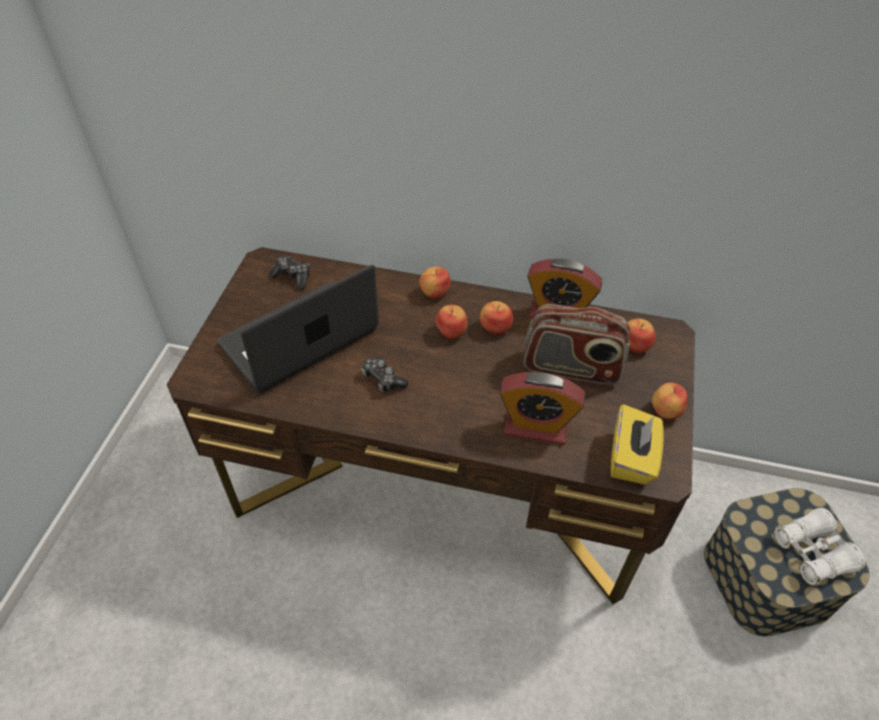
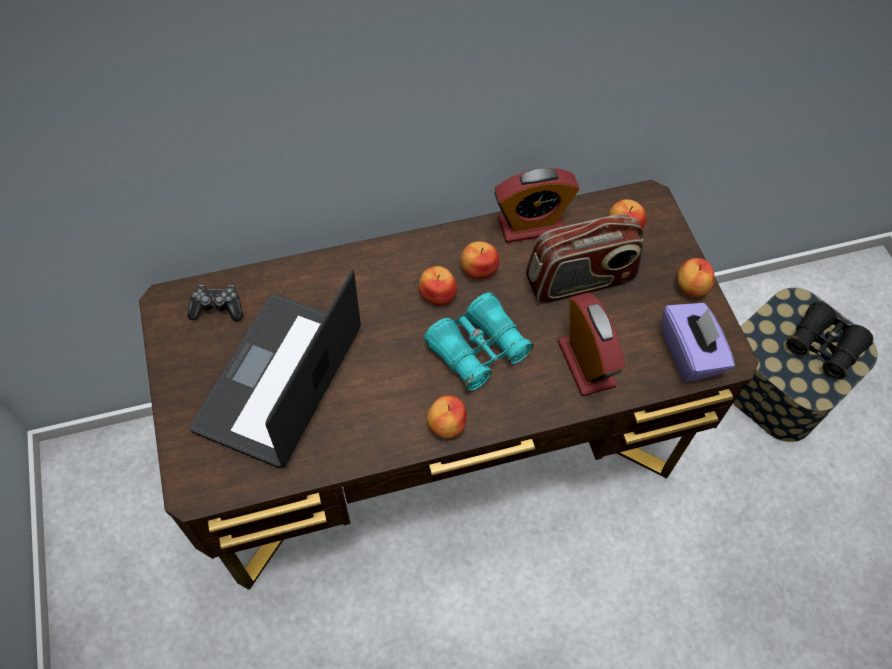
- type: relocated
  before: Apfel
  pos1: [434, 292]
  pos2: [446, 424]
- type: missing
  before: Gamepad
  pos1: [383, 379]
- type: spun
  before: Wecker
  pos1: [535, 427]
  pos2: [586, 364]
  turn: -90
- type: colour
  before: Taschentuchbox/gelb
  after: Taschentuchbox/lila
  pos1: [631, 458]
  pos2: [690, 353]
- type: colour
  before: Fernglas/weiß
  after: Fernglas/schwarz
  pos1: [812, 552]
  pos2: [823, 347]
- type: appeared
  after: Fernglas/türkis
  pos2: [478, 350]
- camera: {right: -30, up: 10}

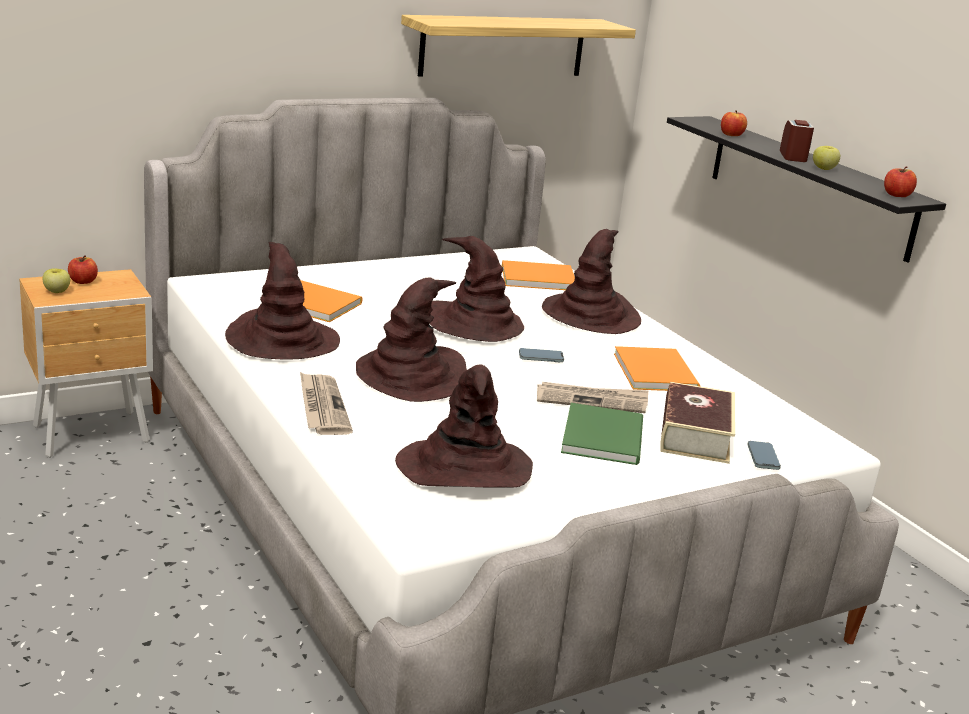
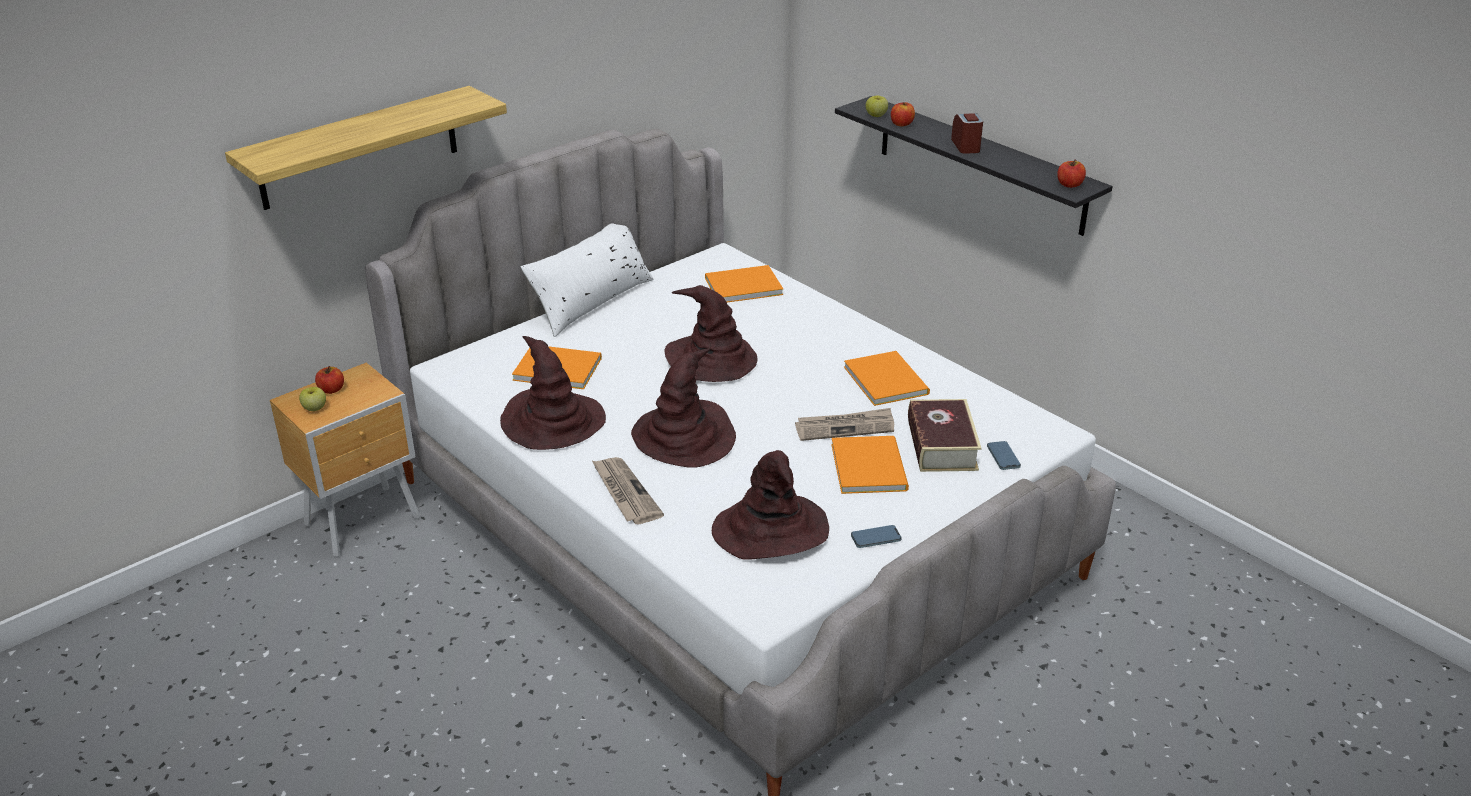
- type: relocated
  before: Wandregal
  pos1: [503, 46]
  pos2: [359, 148]
- type: relocated
  before: Apfel
  pos1: [824, 169]
  pos2: [876, 115]
- type: missing
  before: Hut/braun
  pos1: [591, 315]
- type: relocated
  before: Handy
  pos1: [541, 357]
  pos2: [875, 538]
- type: colour
  before: Buch/grün
  after: Buch/orange
  pos1: [605, 436]
  pos2: [870, 465]
- type: appeared
  after: Kissen/weiß
  pos2: [592, 302]
- camera: {right: -10, up: 10}

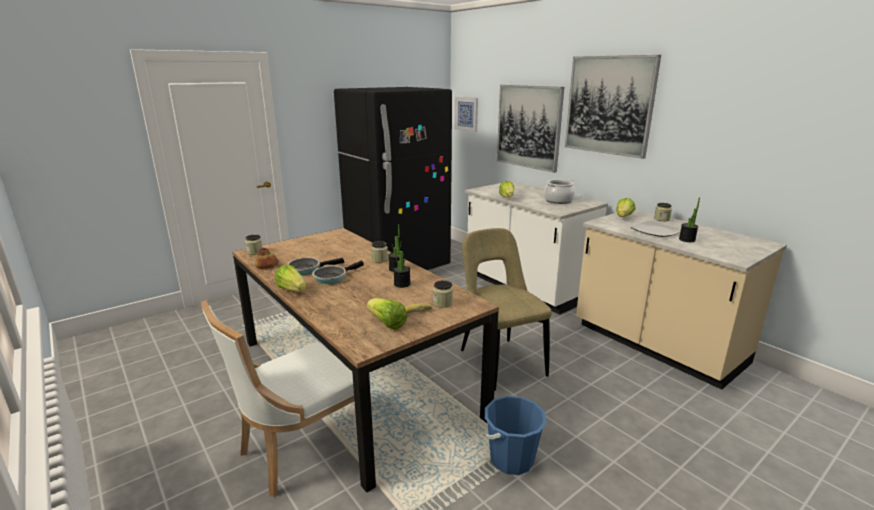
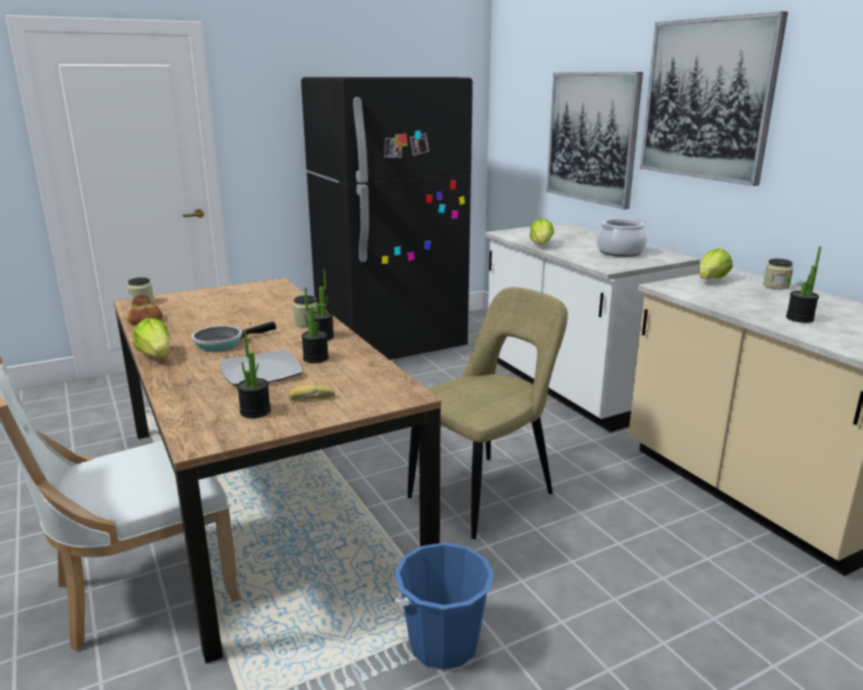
- type: missing
  before: Bild
  pos1: [466, 113]
- type: relocated
  before: Teller
  pos1: [655, 231]
  pos2: [260, 372]
- type: spun
  before: Stuhl/beige
  pos1: [500, 361]
  pos2: [486, 493]
  turn: 60
- type: missing
  before: Pfanne
  pos1: [307, 269]
- type: missing
  before: Vorratsglas
  pos1: [442, 303]
- type: exchanged
  before: Salatkopf
  after: Topfpflanze
  pos1: [387, 324]
  pos2: [255, 411]
- camera: {right: 10, up: 0}

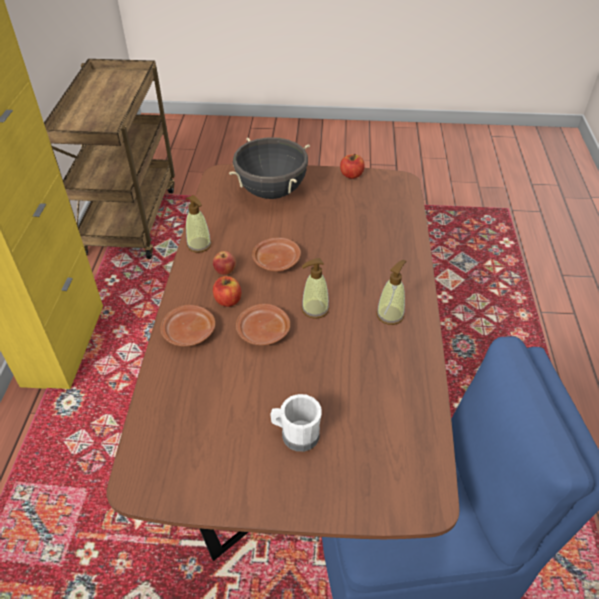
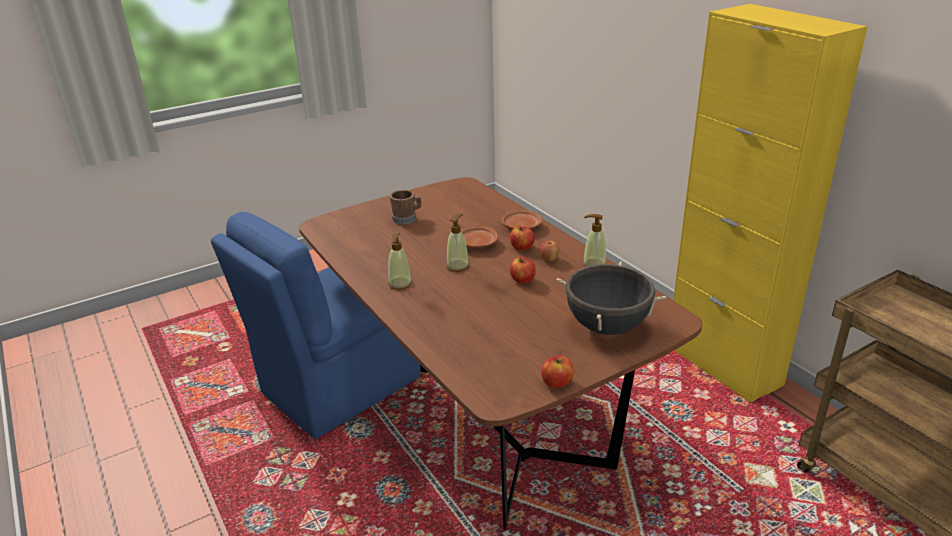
- type: exchanged
  before: Teller/braun
  after: Apfel
  pos1: [276, 260]
  pos2: [522, 280]
- type: colour
  before: Henkelbecher/weiß
  after: Henkelbecher/braun
  pos1: [296, 434]
  pos2: [407, 218]
- camera: {right: 145, up: -15}

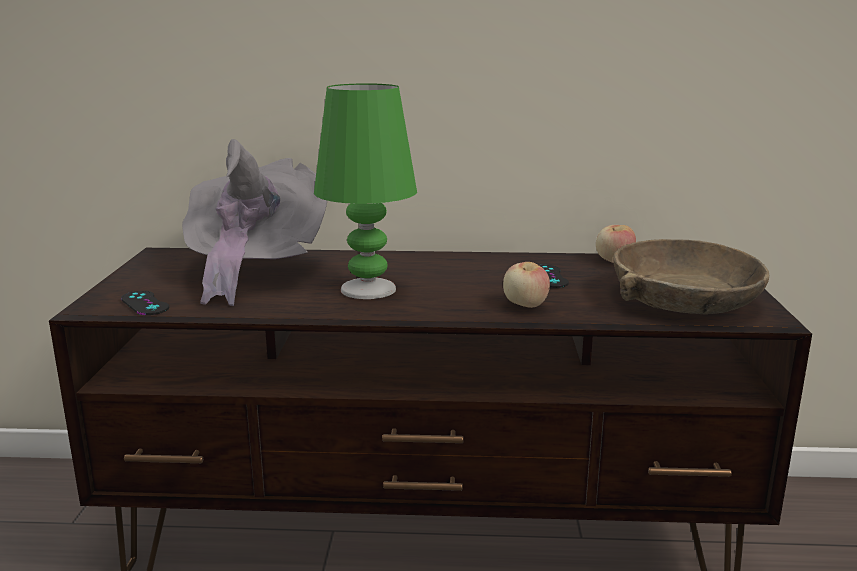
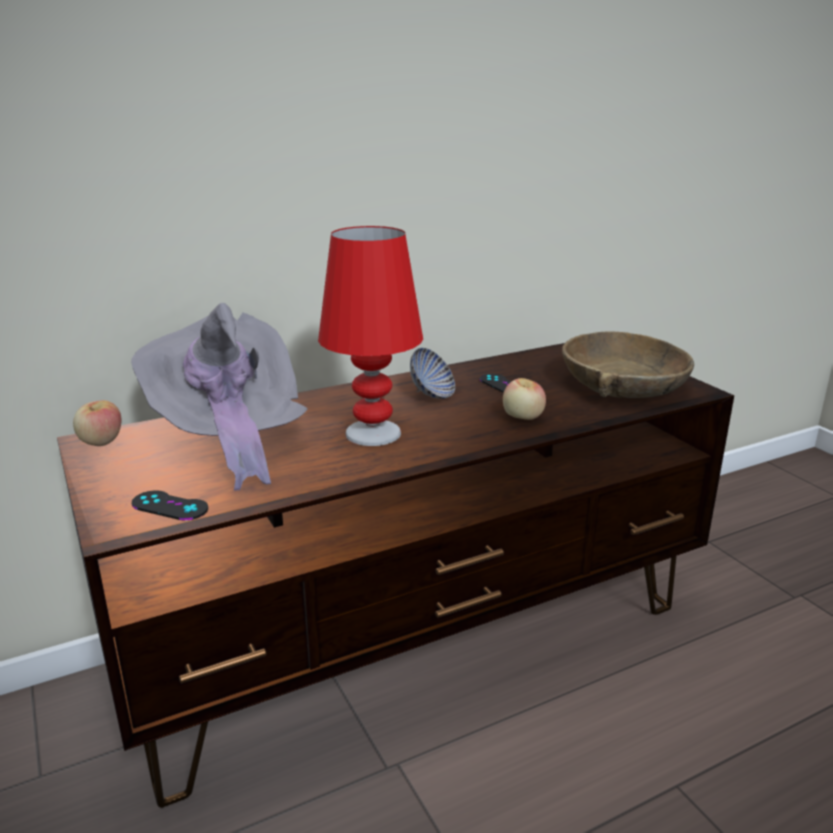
- type: colour
  before: Tischlampe/grün
  after: Tischlampe/rot
  pos1: [368, 289]
  pos2: [373, 433]
- type: relocated
  before: Apfel
  pos1: [614, 261]
  pos2: [101, 442]
- type: appeared
  after: Schüssel
  pos2: [432, 394]
- camera: {right: -30, up: 5}

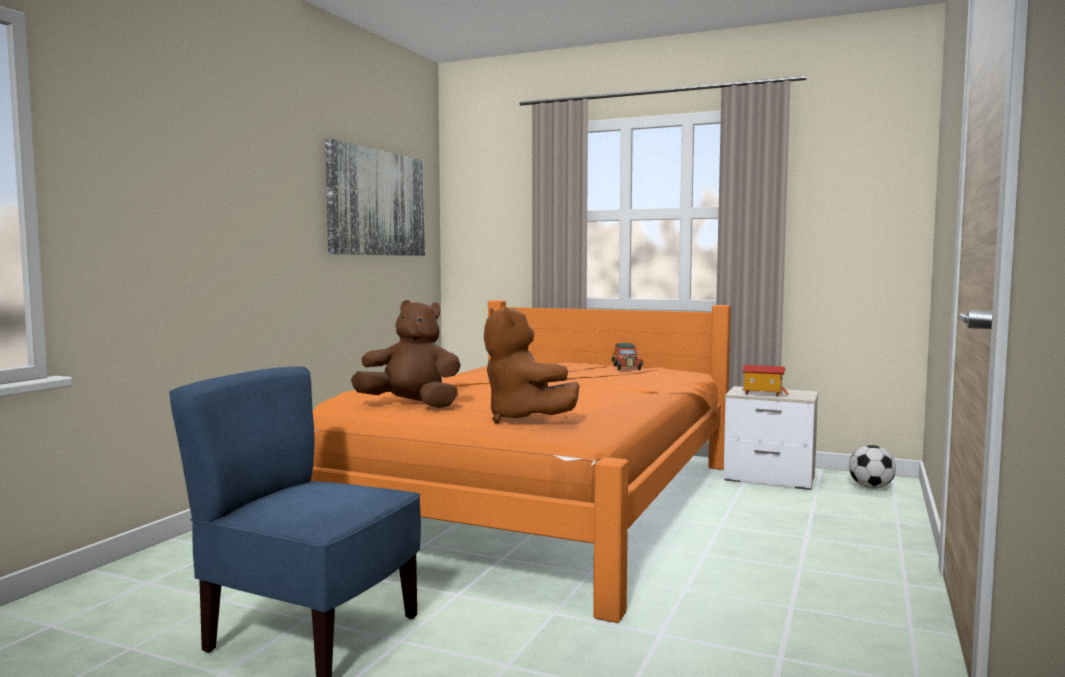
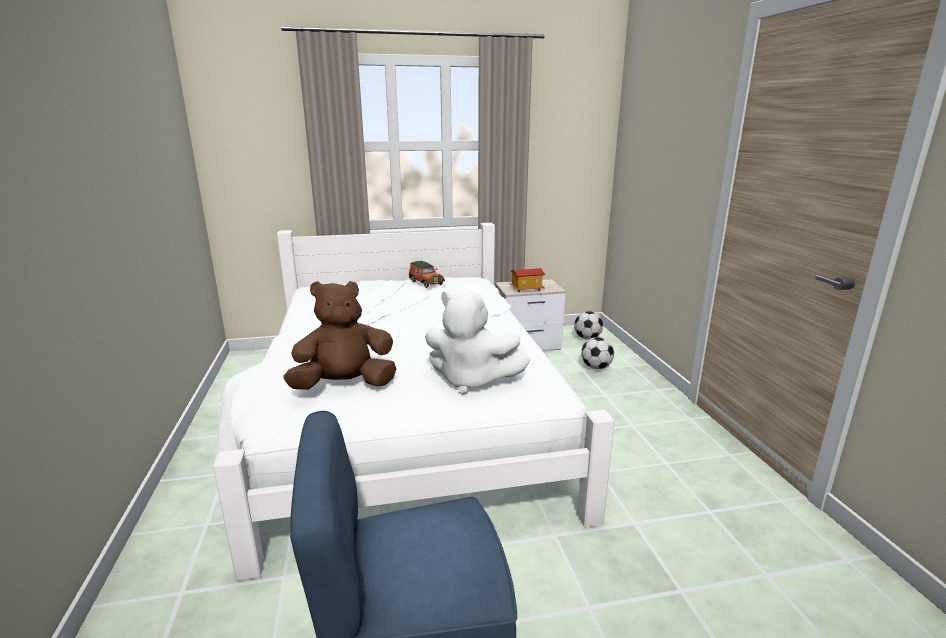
- type: missing
  before: Bild
  pos1: [377, 203]
- type: colour
  before: Bett/orange
  after: Bett/weiß
  pos1: [531, 503]
  pos2: [406, 419]
- type: colour
  before: Plüschtier/braun
  after: Plüschtier/weiß
  pos1: [523, 419]
  pos2: [472, 380]
- type: appeared
  after: Fußball
  pos2: [596, 367]
- camera: {right: -35, up: 15}

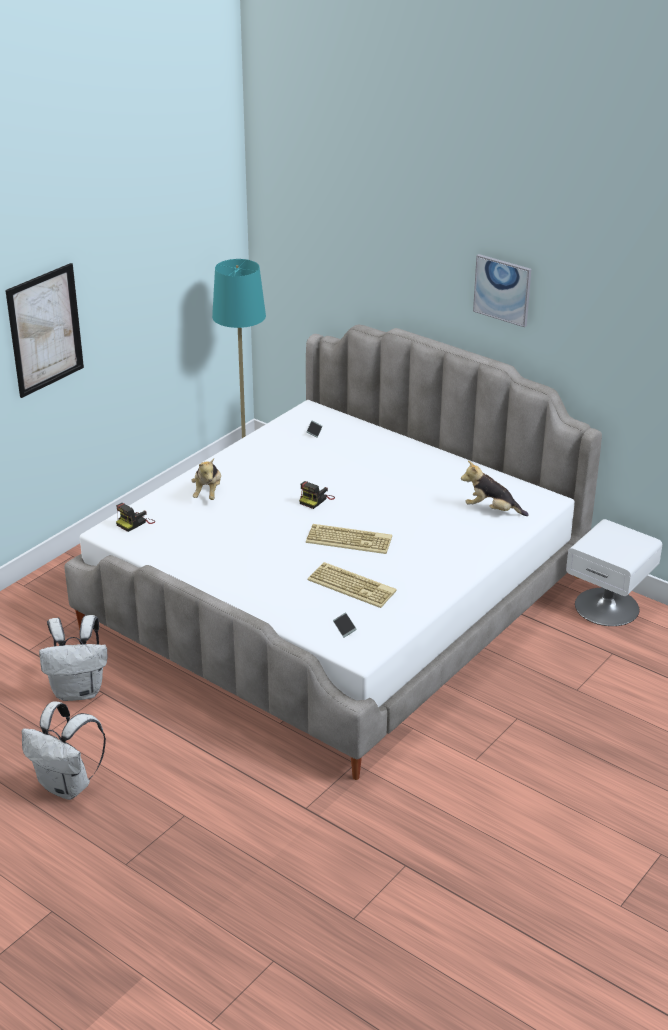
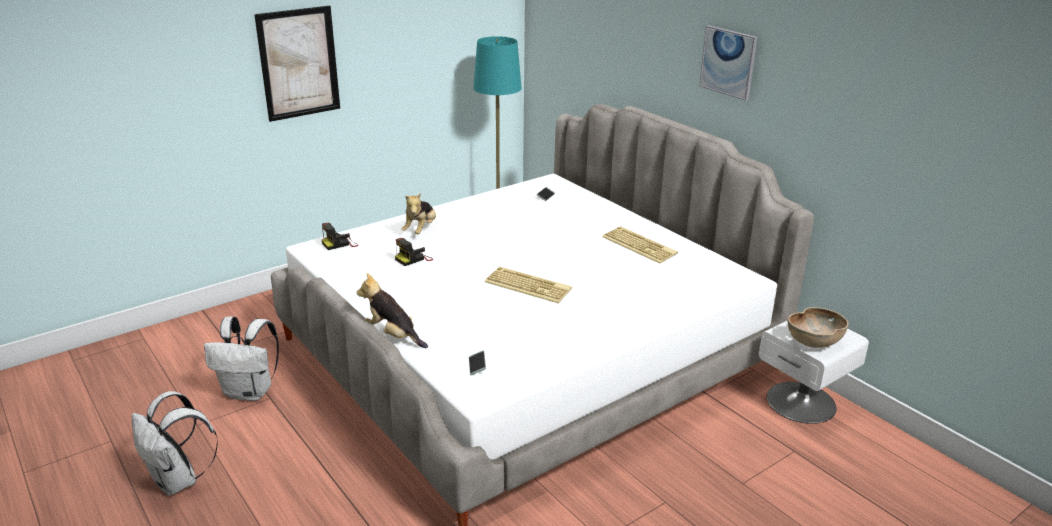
- type: relocated
  before: Plüschtier
  pos1: [491, 510]
  pos2: [393, 335]
- type: relocated
  before: Kamera
  pos1: [316, 500]
  pos2: [414, 259]
- type: relocated
  before: Tastatur
  pos1: [353, 585]
  pos2: [640, 245]
- type: appeared
  after: Schüssel/braun
  pos2: [814, 342]
- camera: {right: 15, up: -5}

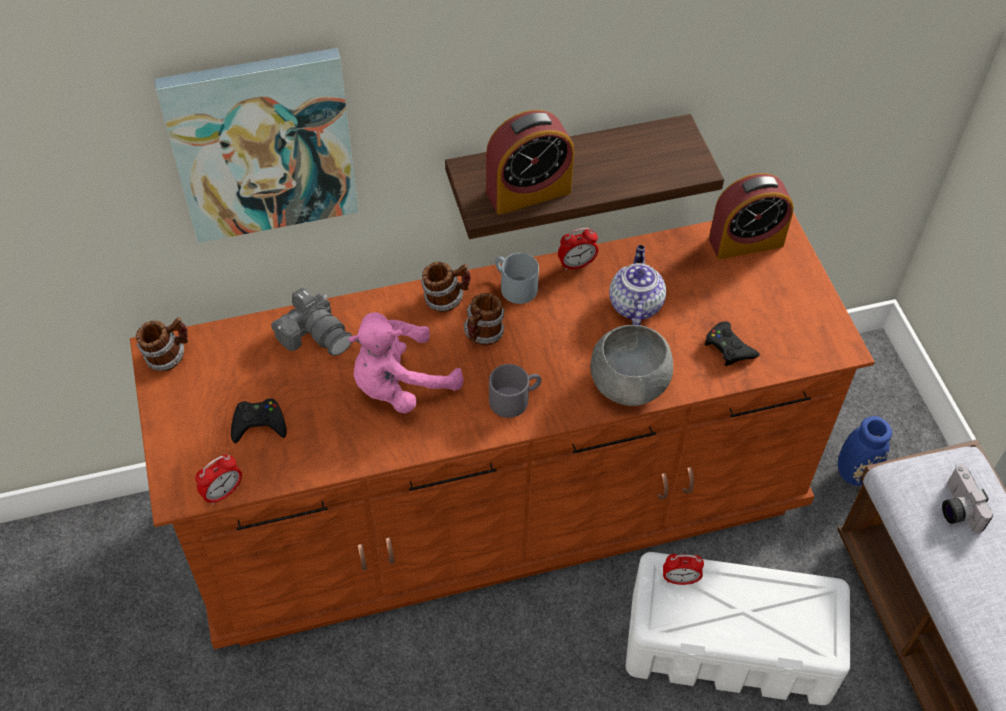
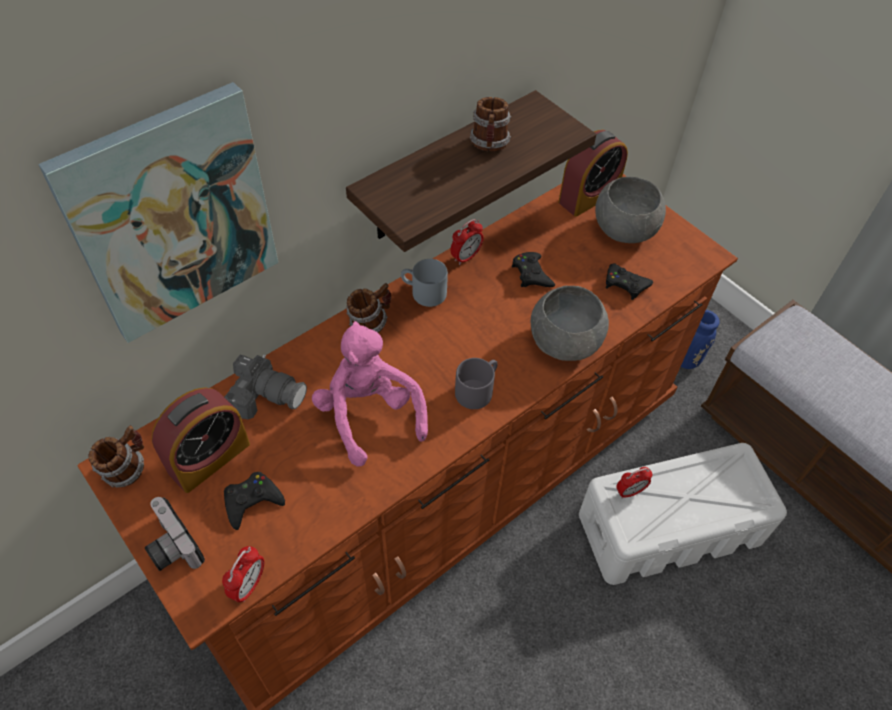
- type: relocated
  before: Wecker
  pos1: [528, 192]
  pos2: [209, 458]
- type: exchanged
  before: Teekanne
  after: Gamepad/schwarz
  pos1: [634, 304]
  pos2: [531, 274]
- type: relocated
  before: Henkelbecher
  pos1: [483, 336]
  pos2: [489, 145]
- type: spun
  before: Plüschtier/rosa
  pos1: [400, 385]
  pos2: [369, 414]
  turn: 120
- type: relocated
  before: Kamera
  pos1: [956, 508]
  pos2: [170, 546]
- type: appeared
  after: Schüssel/grau
  pos2: [624, 229]
- camera: {right: -25, up: 0}

